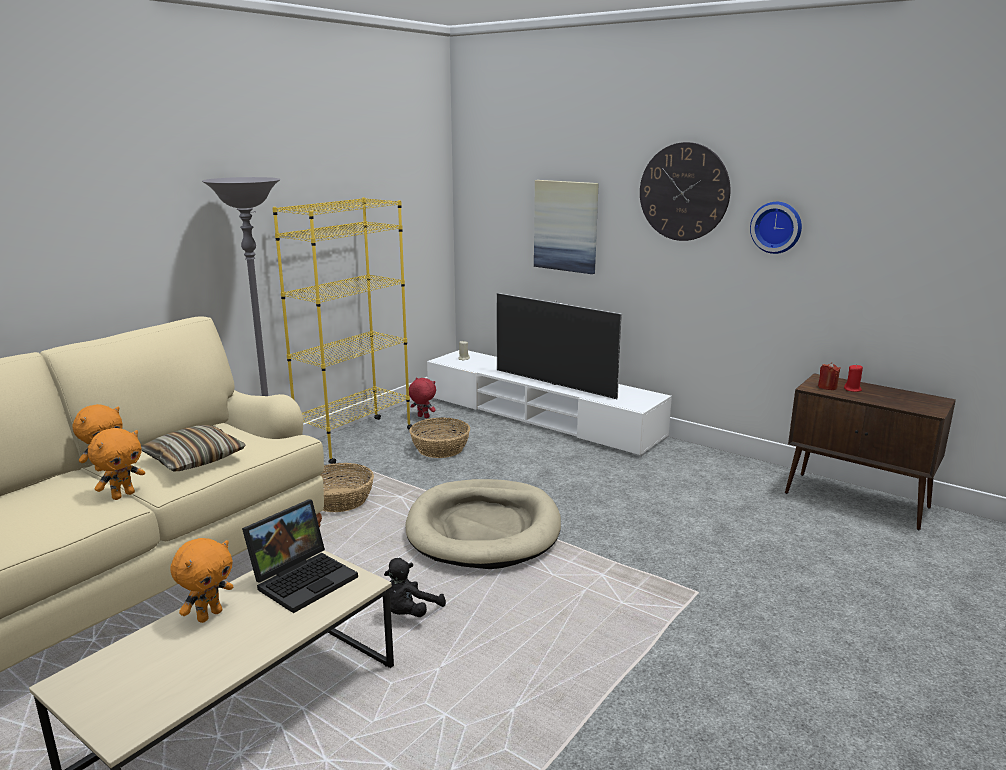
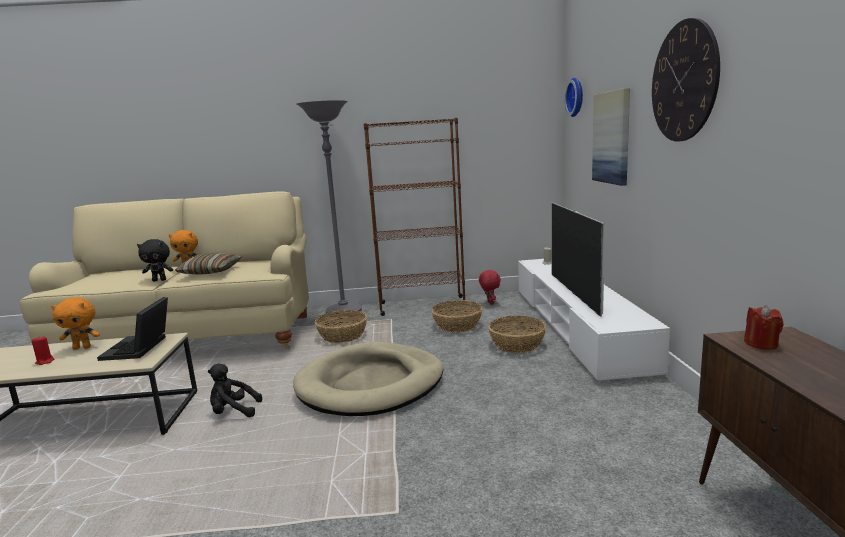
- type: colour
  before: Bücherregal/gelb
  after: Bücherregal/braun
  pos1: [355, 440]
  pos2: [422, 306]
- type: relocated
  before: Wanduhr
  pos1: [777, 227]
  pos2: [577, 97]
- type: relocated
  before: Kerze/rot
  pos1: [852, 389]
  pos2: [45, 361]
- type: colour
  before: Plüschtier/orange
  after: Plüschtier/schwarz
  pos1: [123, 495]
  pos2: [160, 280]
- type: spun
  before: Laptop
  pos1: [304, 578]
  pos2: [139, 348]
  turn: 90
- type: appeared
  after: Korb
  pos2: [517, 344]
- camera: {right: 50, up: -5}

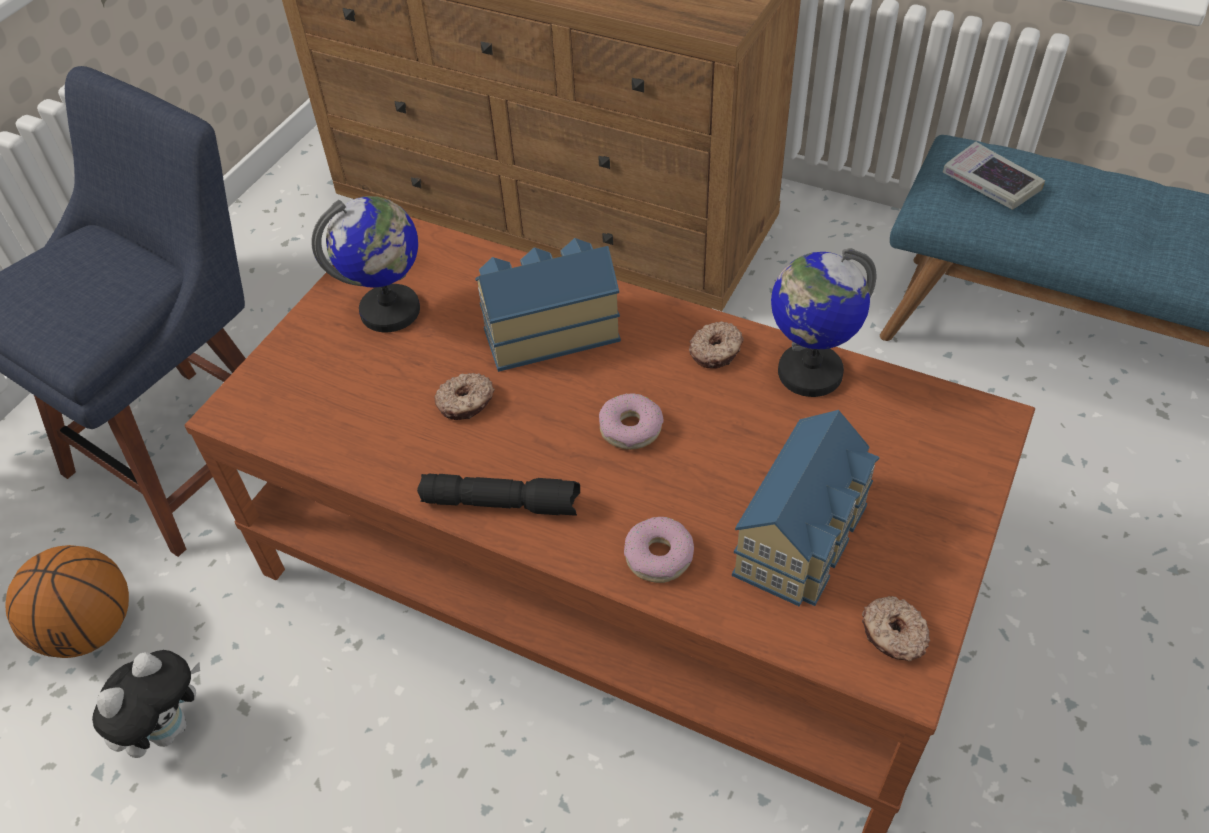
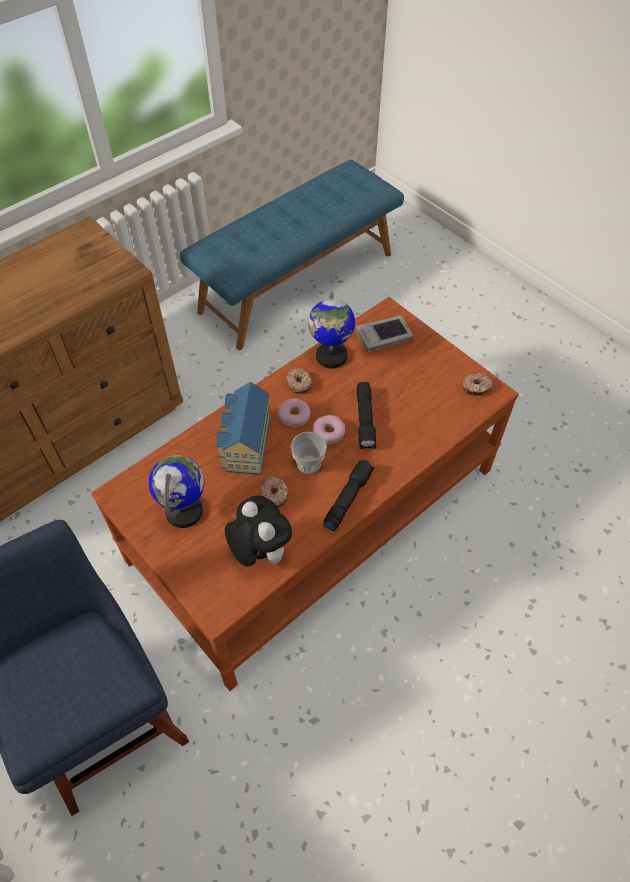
- type: relocated
  before: Buch
  pos1: [991, 183]
  pos2: [384, 337]
- type: missing
  before: Spielzeughaus
  pos1: [805, 537]
- type: relocated
  before: Donut
  pos1: [658, 555]
  pos2: [294, 416]
- type: missing
  before: Basketball
  pos1: [90, 629]
- type: relocated
  before: Plüschtier
  pos1: [169, 727]
  pos2: [259, 552]
- type: appeared
  after: Taschenlampe/schwarz
  pos2: [365, 420]
- type: appeared
  after: Tasse
  pos2: [309, 463]
- camera: {right: -70, up: 5}

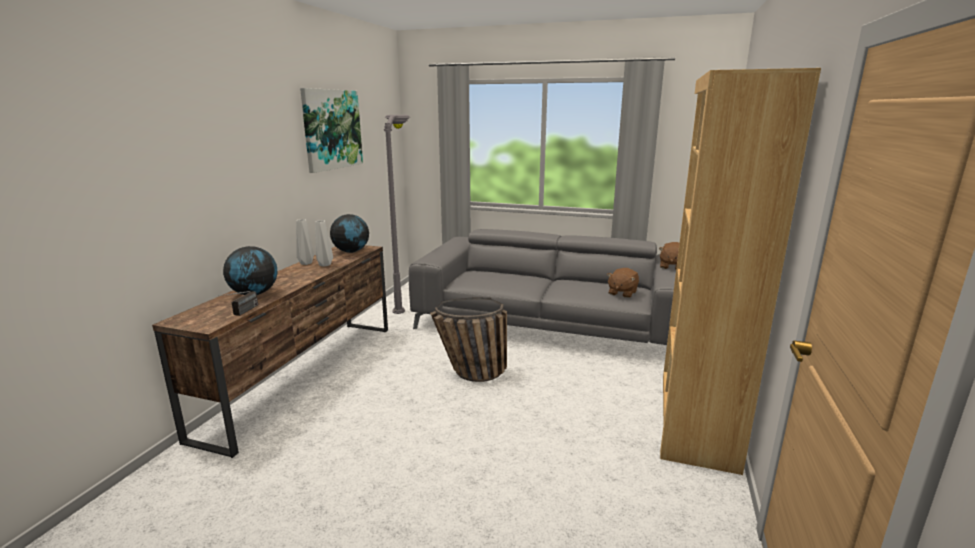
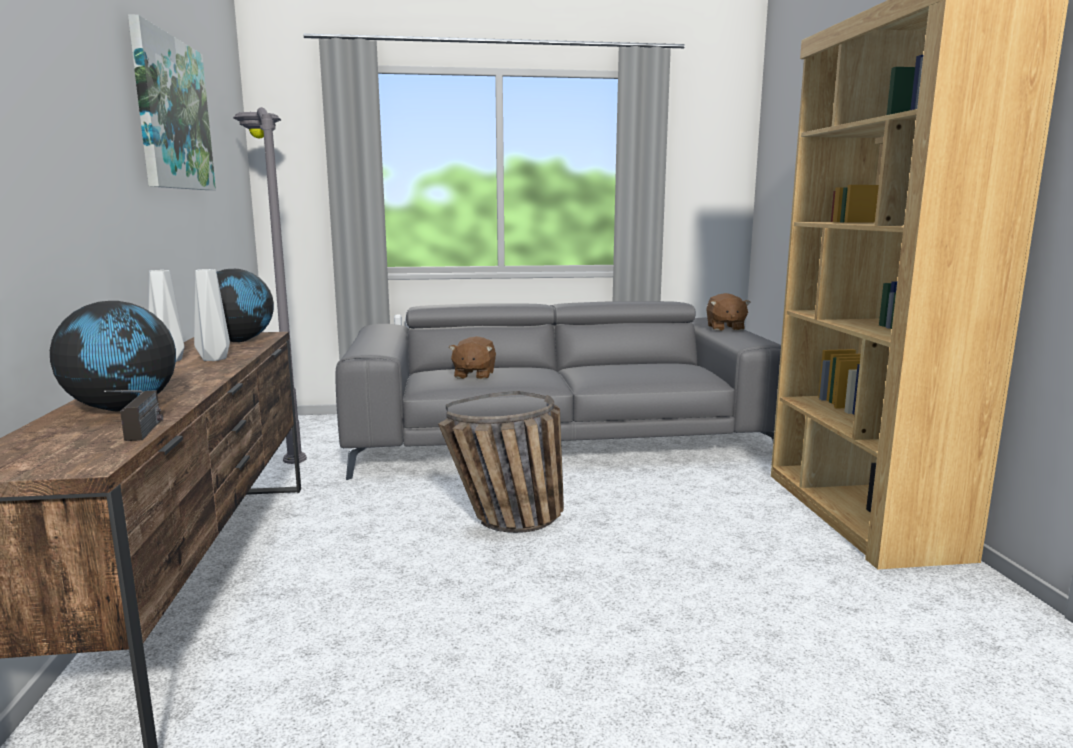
- type: relocated
  before: Plüschtier/braun
  pos1: [622, 293]
  pos2: [474, 375]
- camera: {right: -25, up: -5}

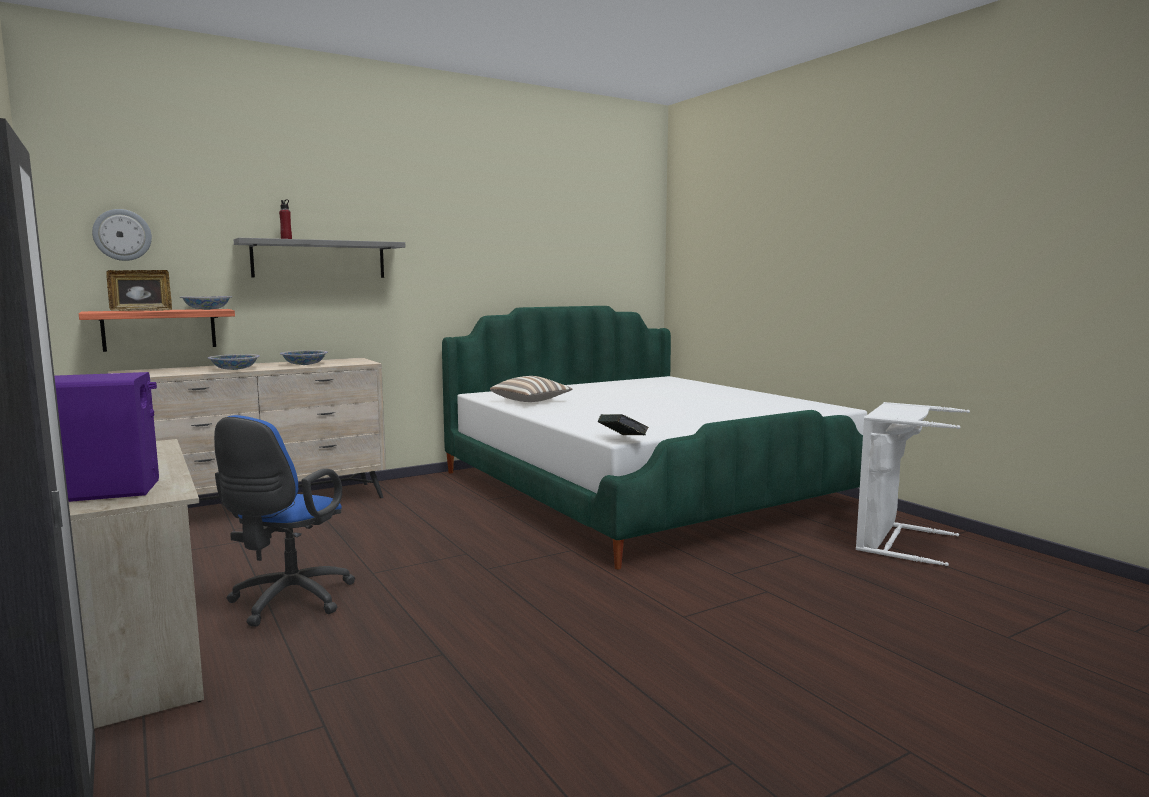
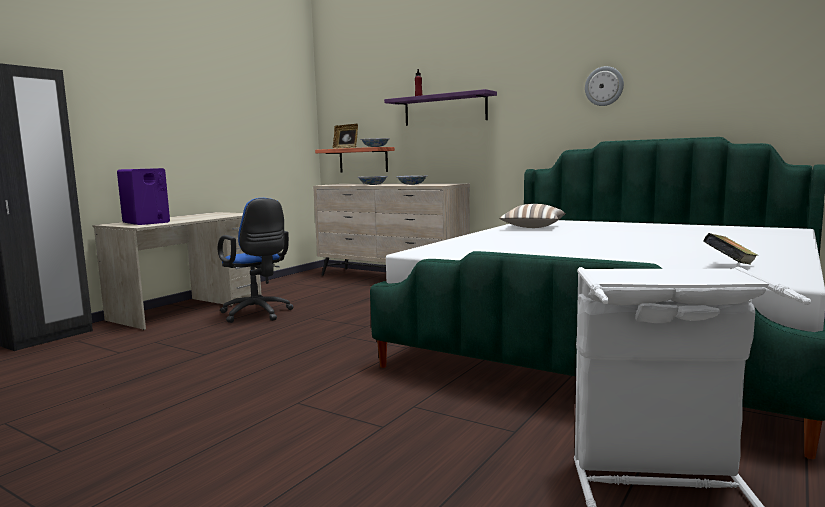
- type: relocated
  before: Wanduhr
  pos1: [122, 235]
  pos2: [604, 86]
- type: colour
  before: Wandregal/grau
  after: Wandregal/lila
  pos1: [319, 259]
  pos2: [445, 109]
- type: relocated
  before: Buch
  pos1: [622, 440]
  pos2: [730, 267]
- type: spun
  before: Bürostuhl/blau
  pos1: [287, 602]
  pos2: [258, 314]
  turn: -120
- camera: {right: 65, up: 0}

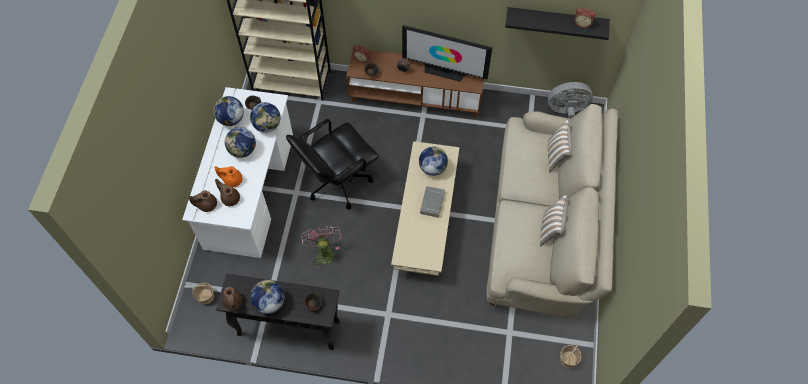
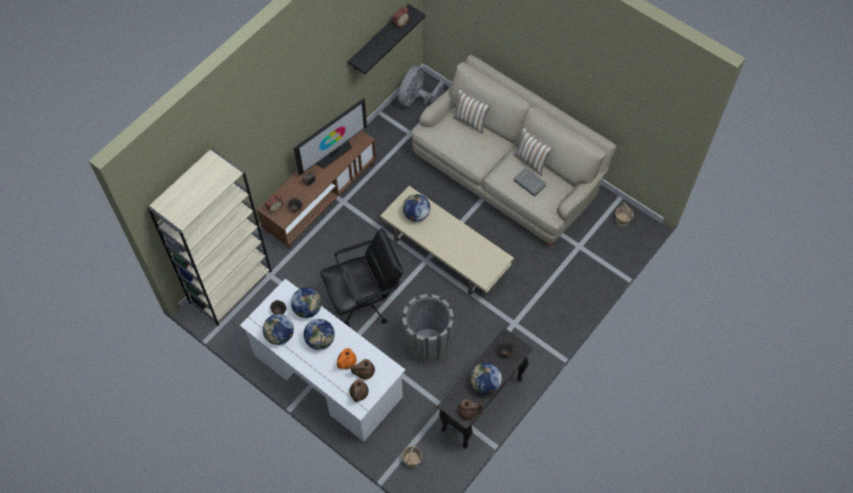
- type: spun
  before: Bürostuhl/schwarz
  pos1: [337, 181]
  pos2: [365, 300]
  turn: -105
- type: relocated
  before: Buch/grau
  pos1: [432, 203]
  pos2: [529, 183]
- type: exchanged
  before: Ventilator/rosa
  after: Pflanzkübel/grau
  pos1: [323, 252]
  pos2: [427, 345]
- camera: {right: -60, up: 0}

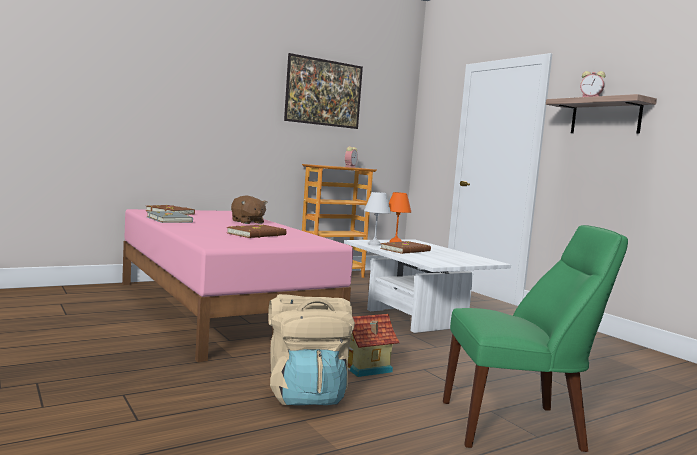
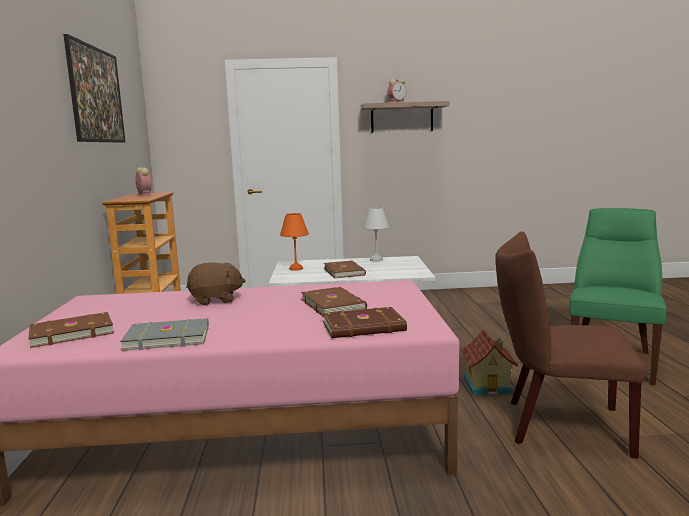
- type: relocated
  before: Tischlampe/weiß
  pos1: [374, 244]
  pos2: [376, 260]
- type: exchanged
  before: Rucksack/beige
  after: Stuhl/braun
  pos1: [306, 394]
  pos2: [558, 425]
- type: appeared
  after: Buch/braun
  pos2: [364, 327]
- camera: {right: -60, up: 5}

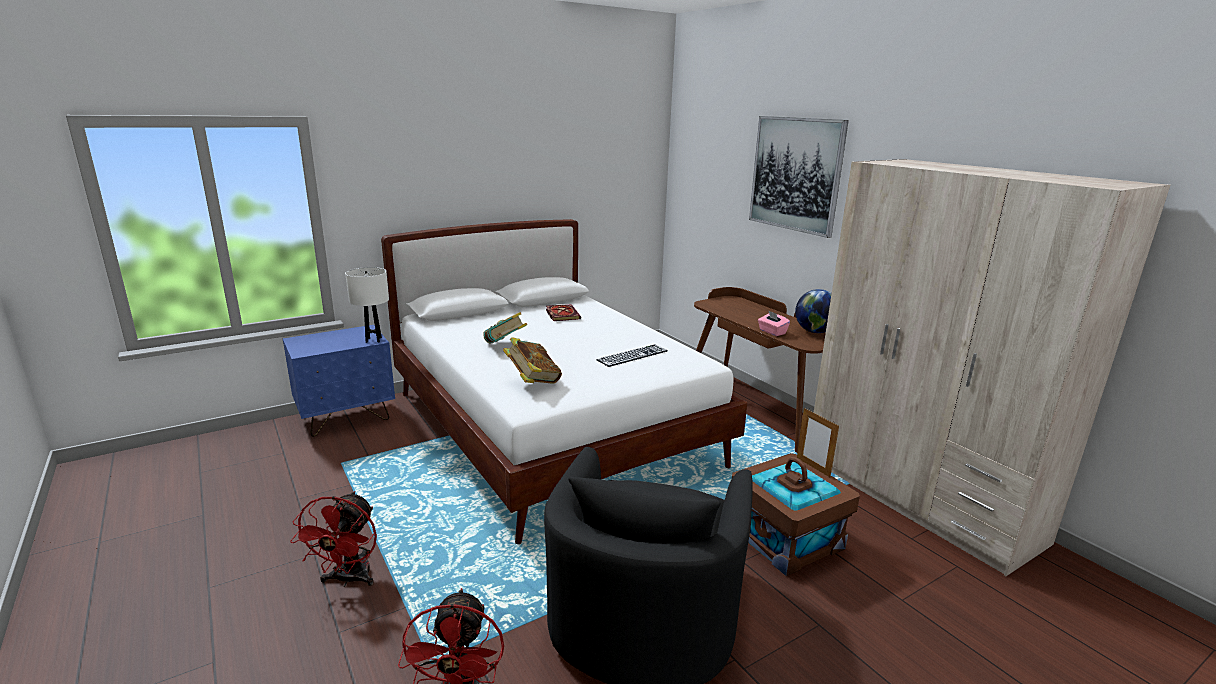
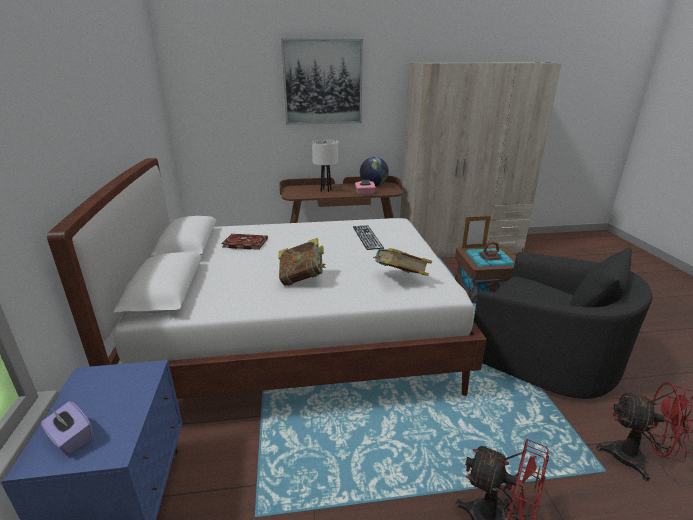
- type: relocated
  before: Tischlampe/weiß
  pos1: [373, 340]
  pos2: [326, 190]
- type: appeared
  after: Taschentuchbox/lila
  pos2: [71, 439]
- camera: {right: -65, up: 5}

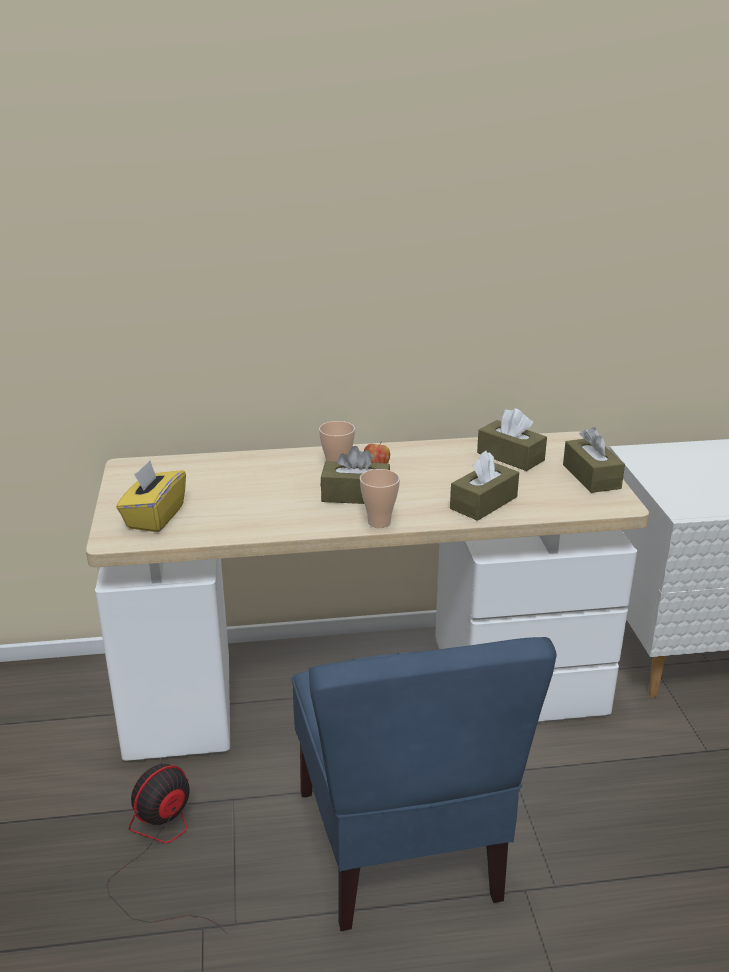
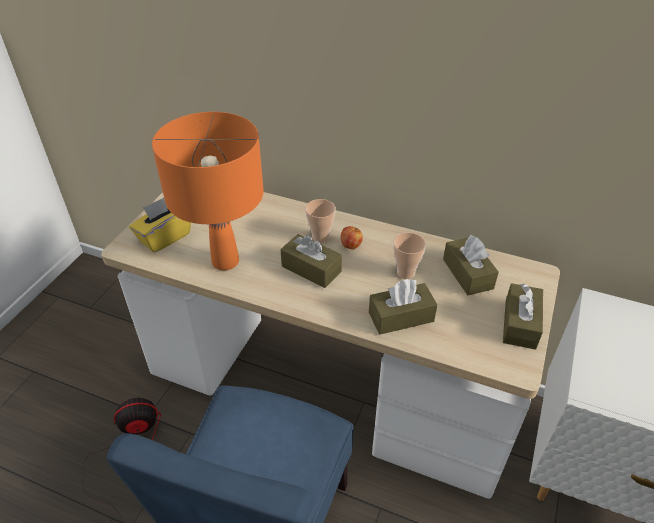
- type: relocated
  before: Tasse
  pos1: [379, 522]
  pos2: [405, 273]
- type: appeared
  after: Tischlampe/orange
  pos2: [225, 261]
- camera: {right: 30, up: 15}

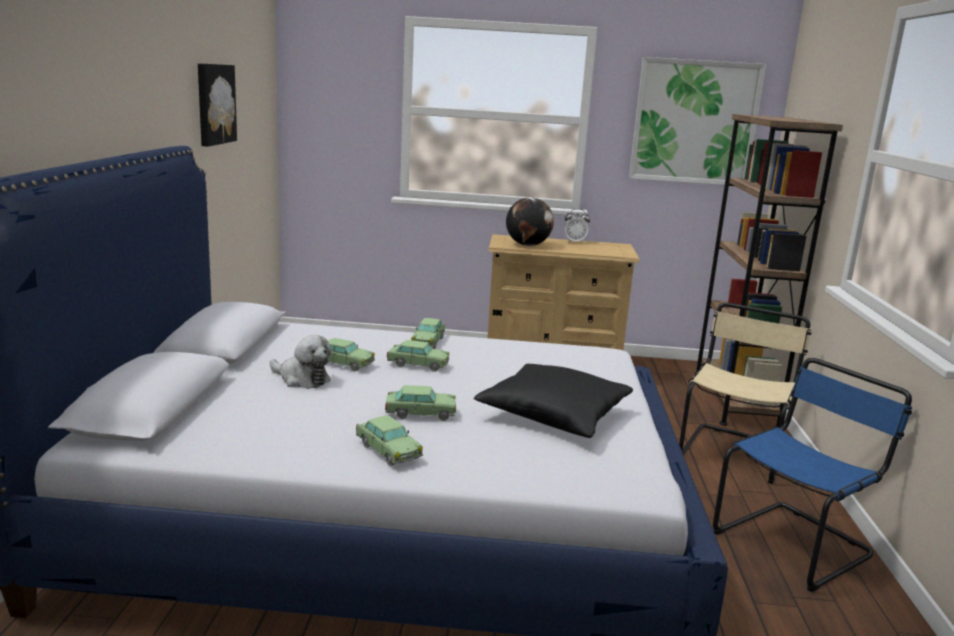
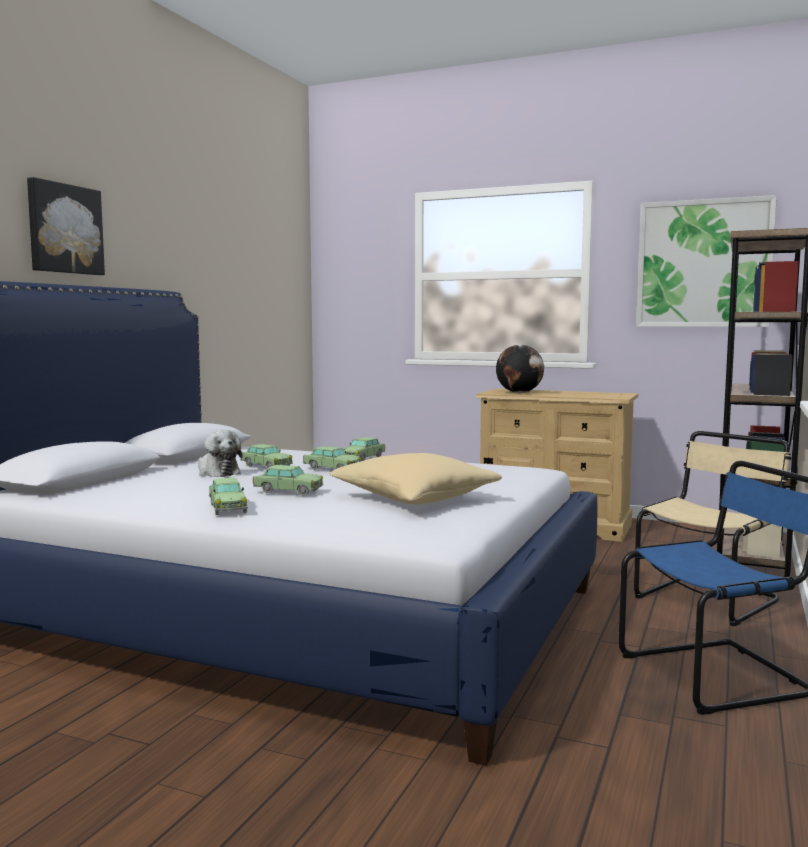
- type: relocated
  before: Bild
  pos1: [214, 104]
  pos2: [64, 229]
- type: missing
  before: Wecker
  pos1: [575, 242]
- type: colour
  before: Kissen/schwarz
  after: Kissen/beige
  pos1: [553, 416]
  pos2: [415, 499]
- camera: {right: 20, up: -10}

